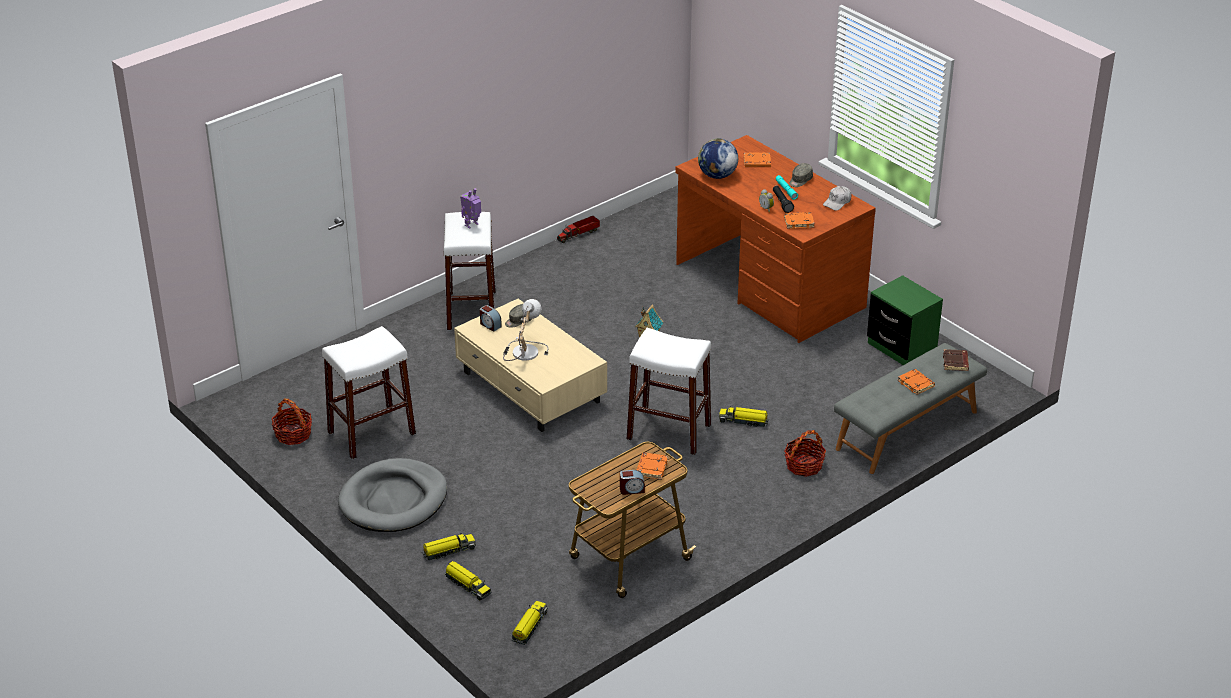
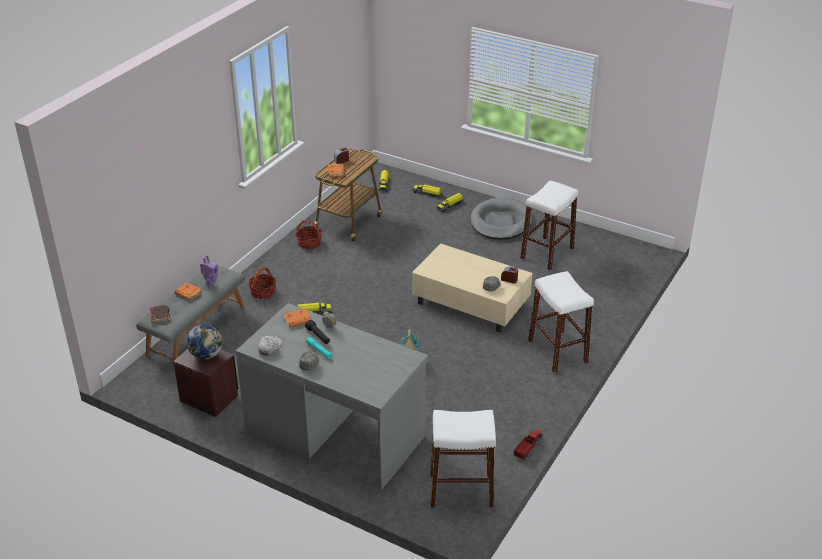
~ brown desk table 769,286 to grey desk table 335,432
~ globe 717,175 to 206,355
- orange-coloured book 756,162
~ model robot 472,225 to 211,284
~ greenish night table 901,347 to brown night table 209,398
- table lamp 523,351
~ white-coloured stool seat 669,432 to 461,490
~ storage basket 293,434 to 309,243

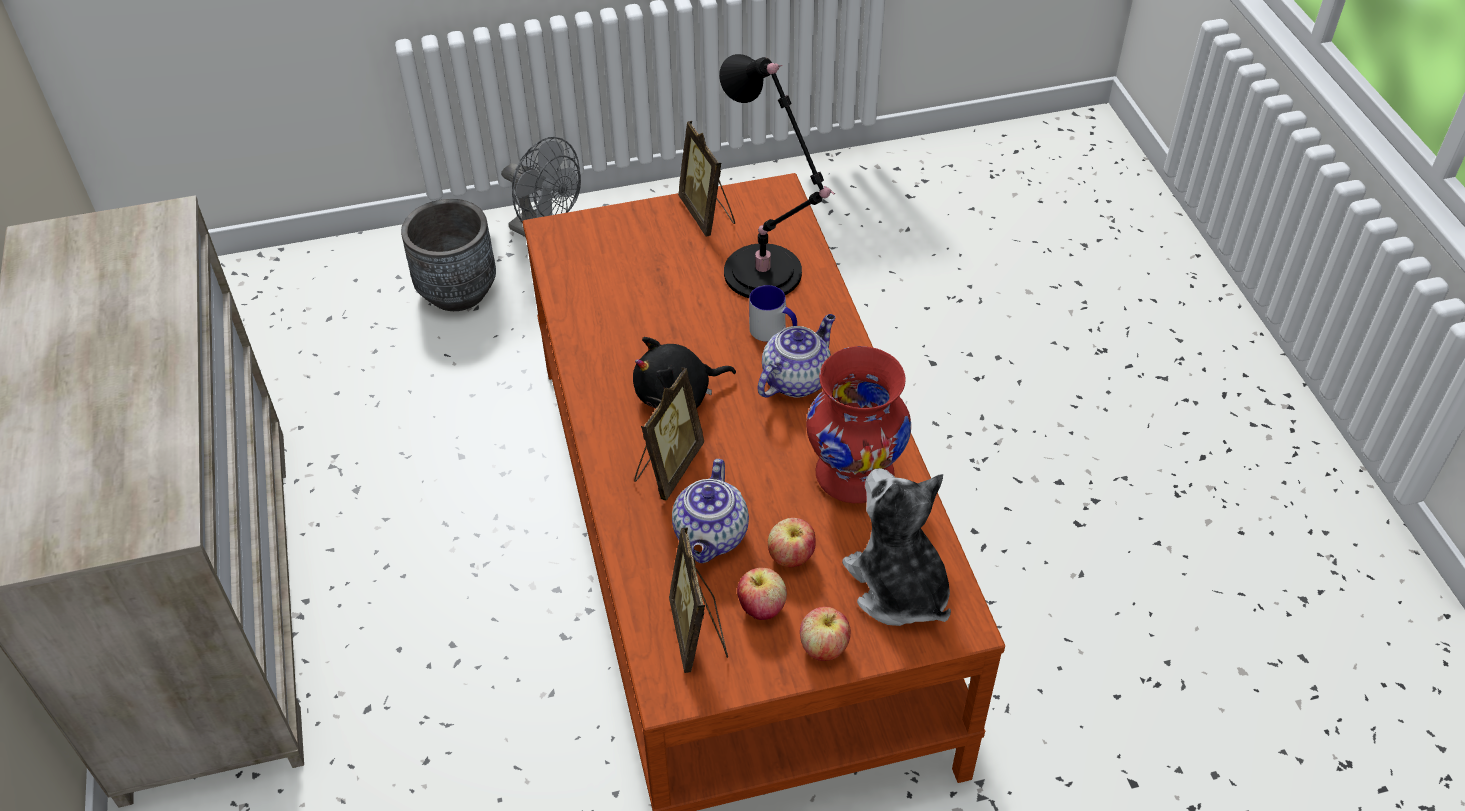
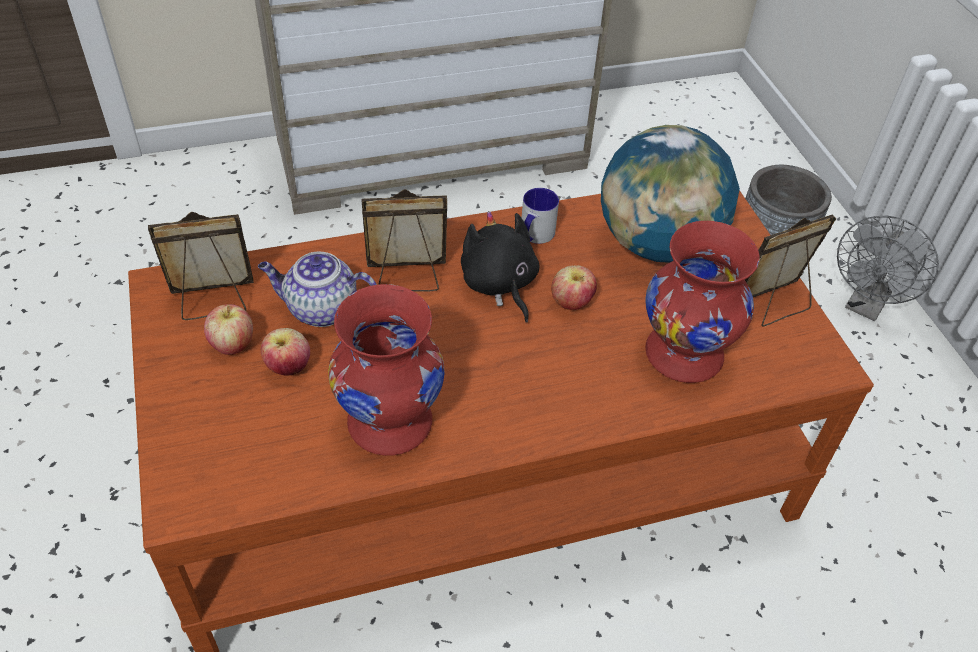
~ black table lamp 767,277 to red flower vase 682,354
~ mug 773,331 to 534,236
- pot for tea 796,379
~ photo frame 667,467 = 407,278 150 degrees clockwise
- soft toy 898,587
~ apple fruit 824,648 to 571,303
+ globe 657,244

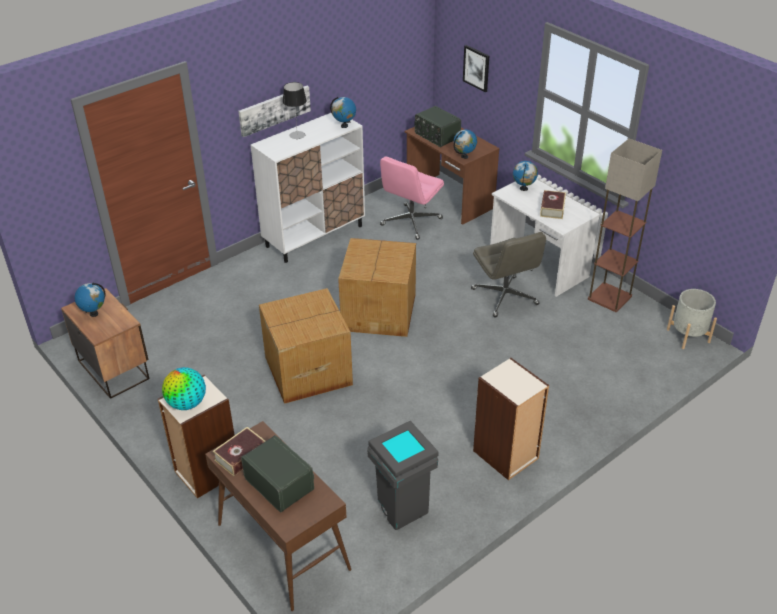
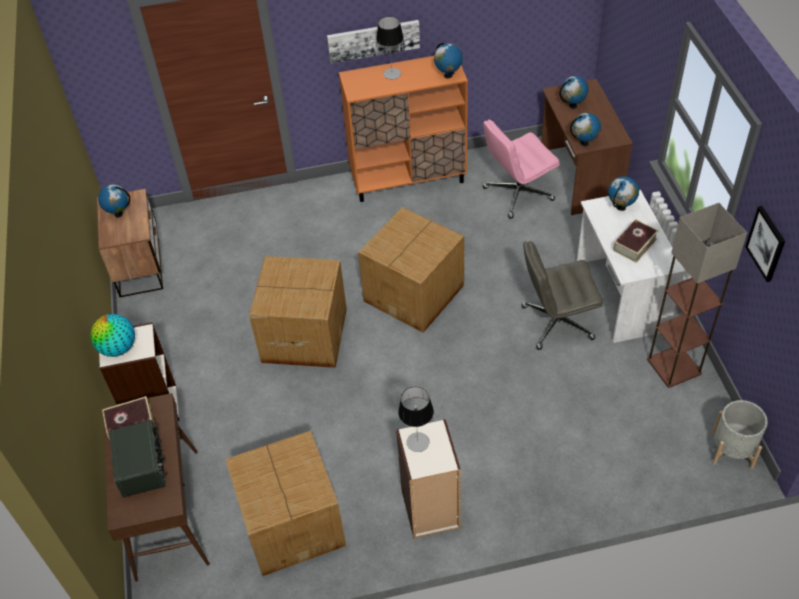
~ picture 476,68 to 766,243
~ radio receiver 436,136 to globe 572,106
~ white-coloured cupboard 314,236 to orange-coloured cupboard 408,179
~ grey office chair 505,297 = 556,323 75 degrees clockwise
~ grey waste bin 401,508 to packing box 293,522
+ table lamp 417,442

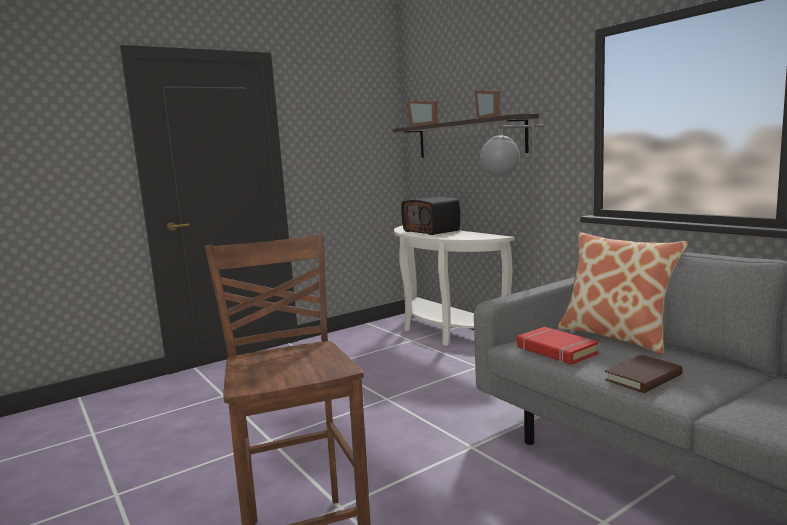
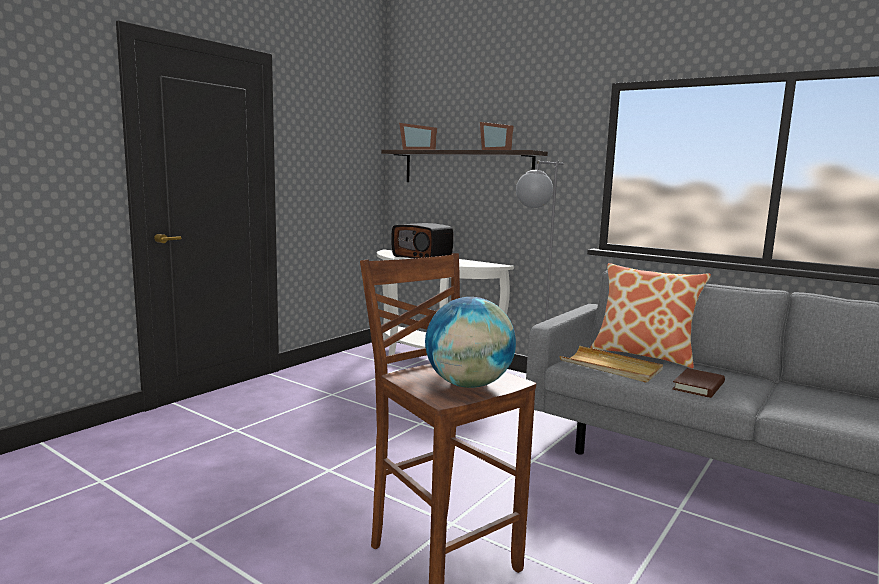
~ red book 556,351 to sand-coloured serving tray 611,367
+ globe 468,385

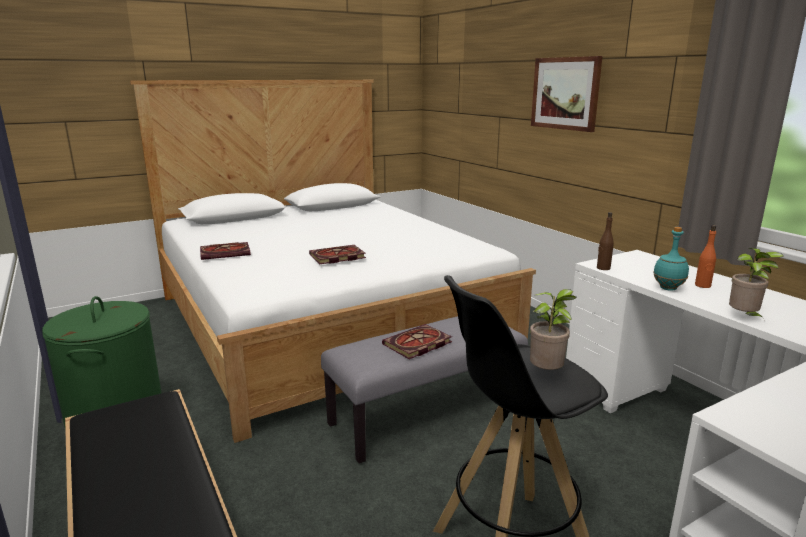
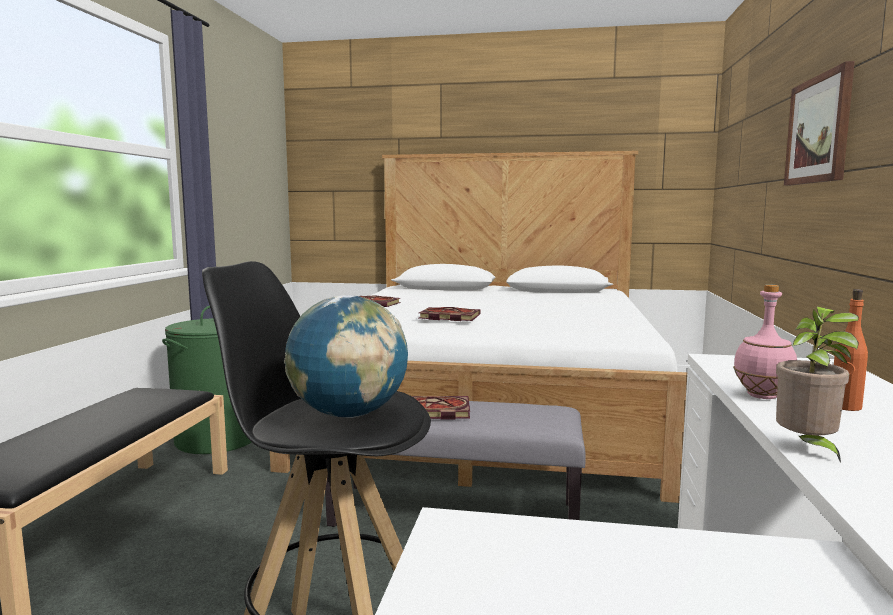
- brown bottle 603,268
~ turquoise-coloured bottle 667,288 to pink bottle 762,396
~ houseplant 547,374 to globe 348,414

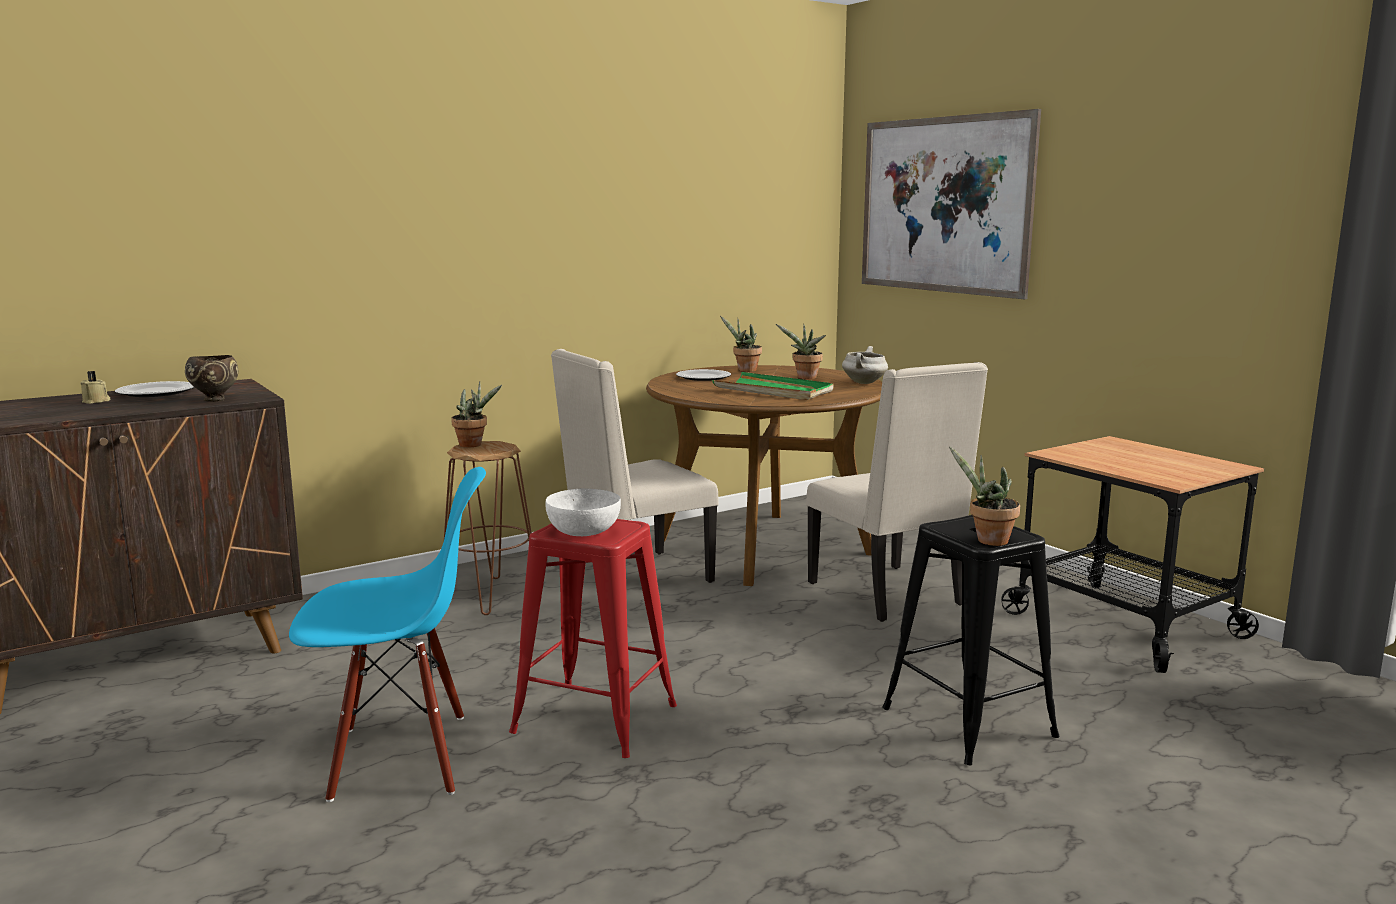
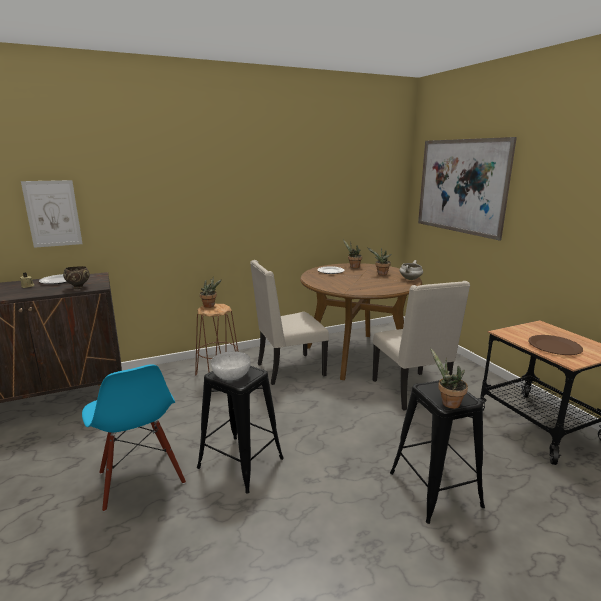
- greenish serving tray 773,391
~ bluish chair 400,757 = 140,478 60 degrees clockwise
~ red stool seat 596,719 to black stool seat 241,463
+ picture 53,213
+ brown plate 554,346

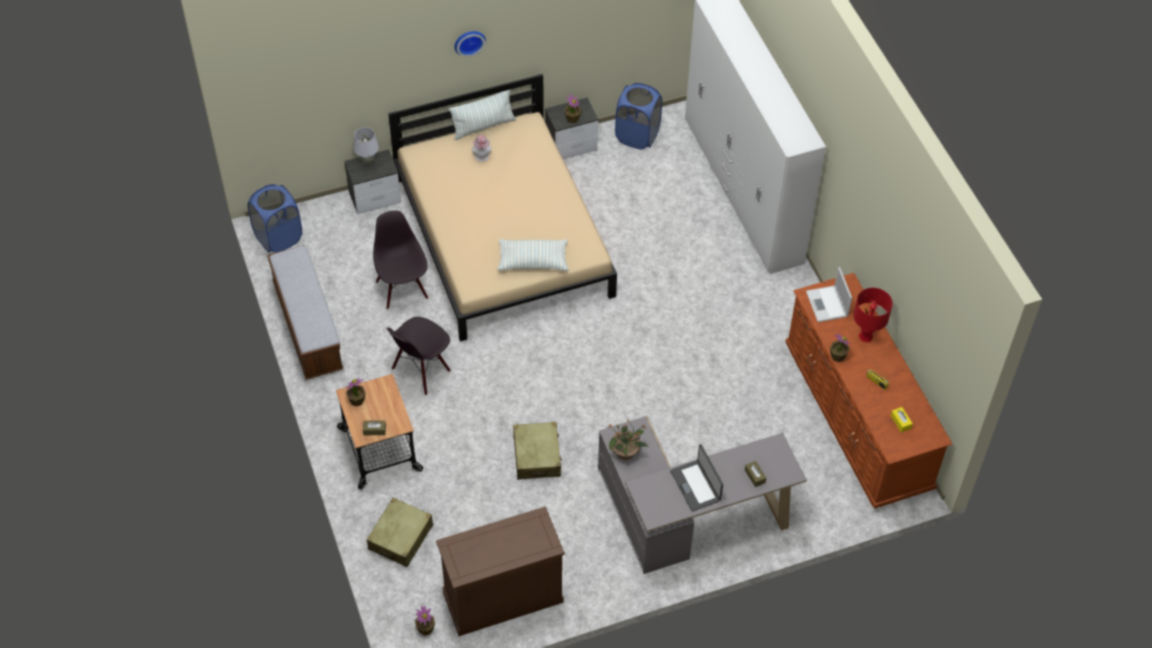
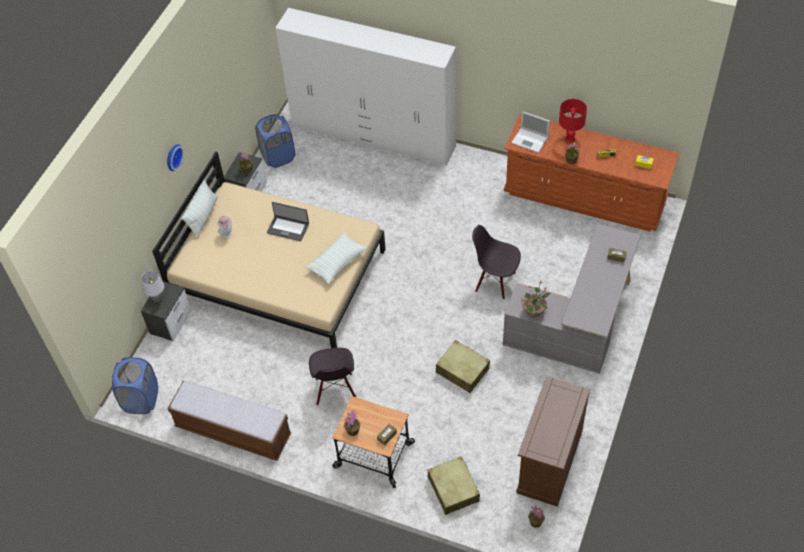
~ black chair 402,289 to 495,281
~ laptop 696,485 to 288,228

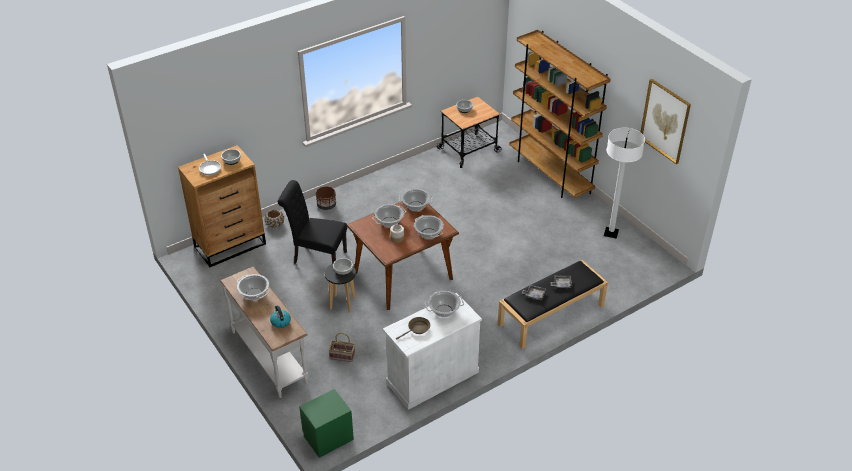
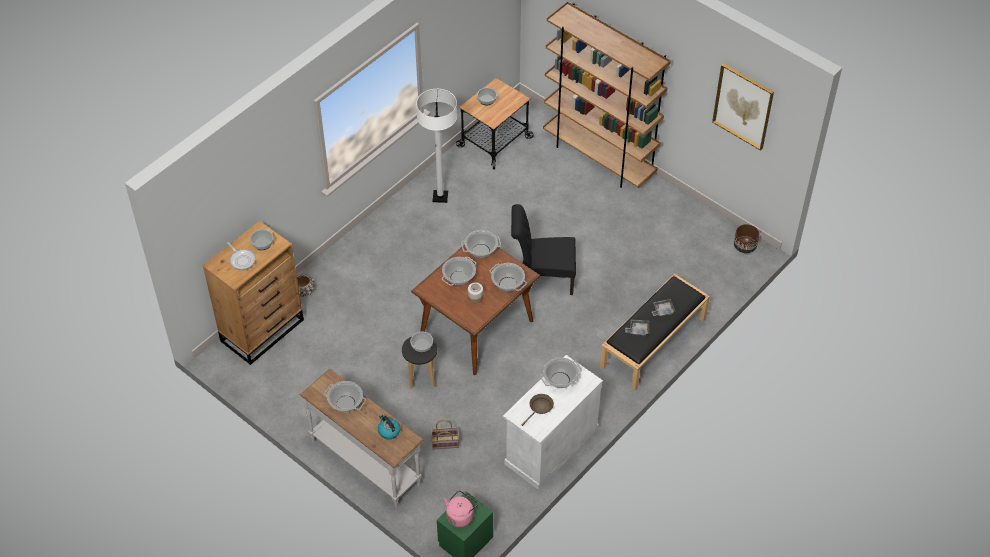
~ white-coloured standing lamp 611,233 to 440,197
~ black chair 316,257 to 542,279
~ brown plant pot 326,206 to 744,246
+ pink tea kettle 460,515

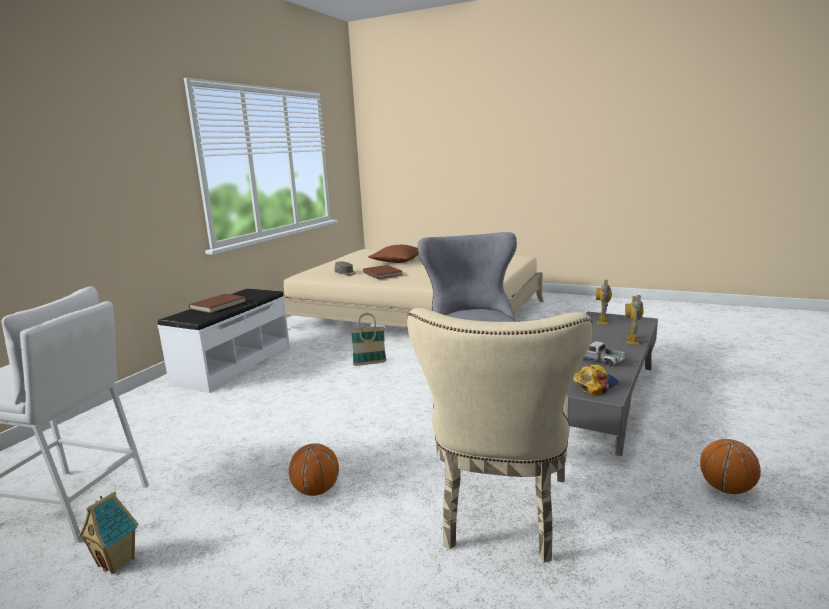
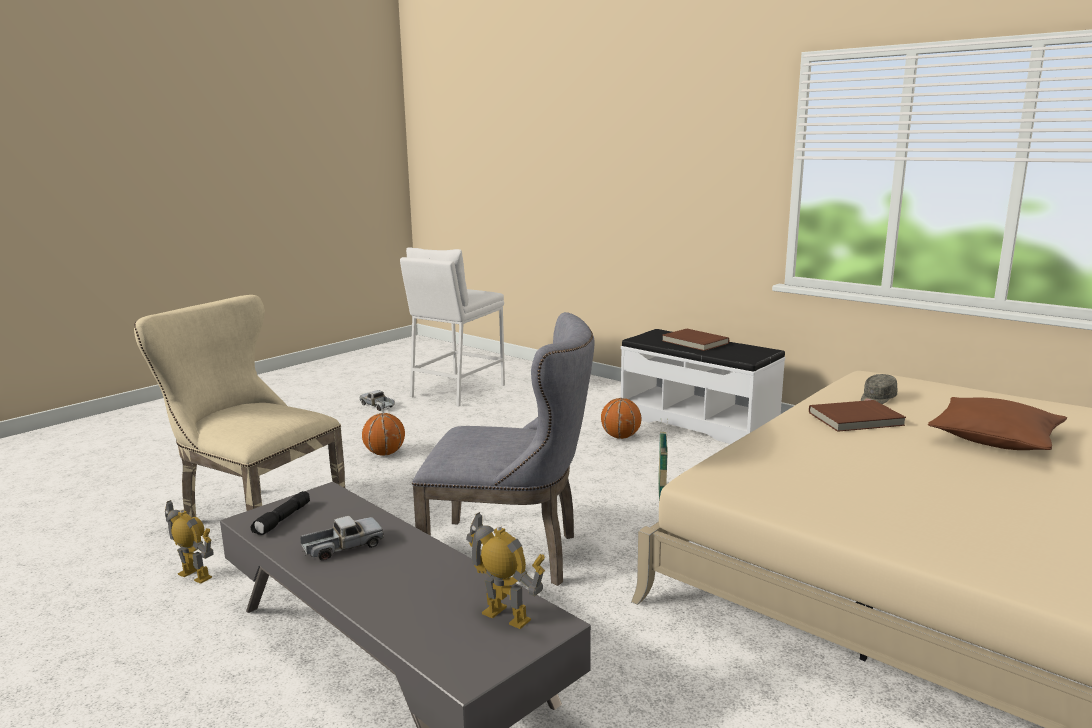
~ model robot 632,340 to 195,575
~ peaked cap 594,385 to black torch 283,520
~ ball for basketball 726,489 to 620,437
~ model house 117,561 to model truck 378,406

